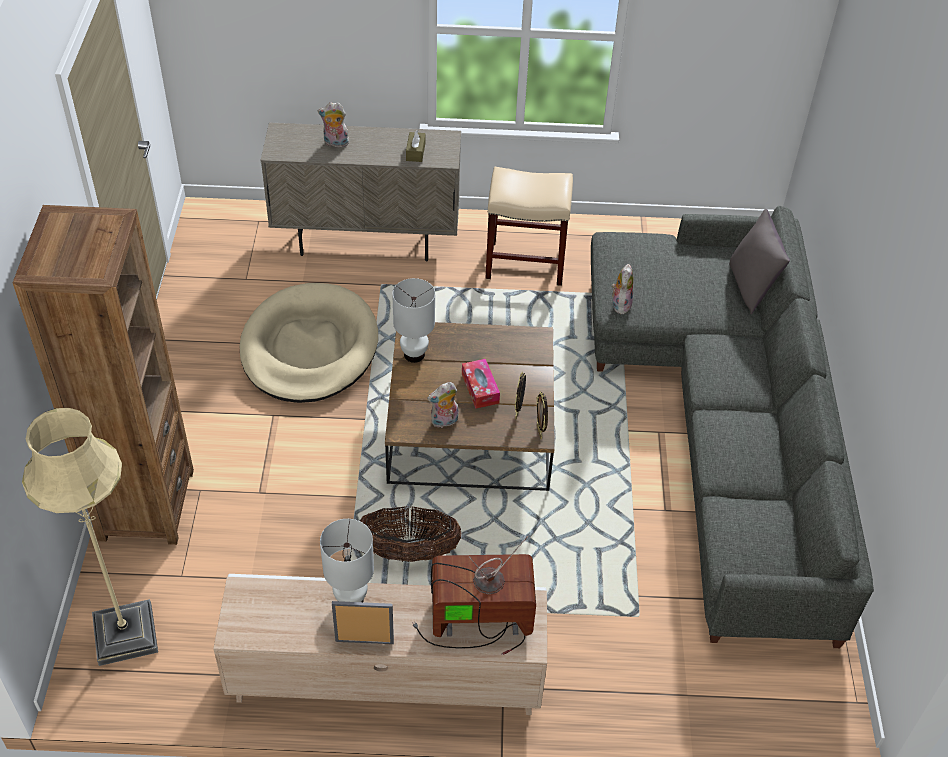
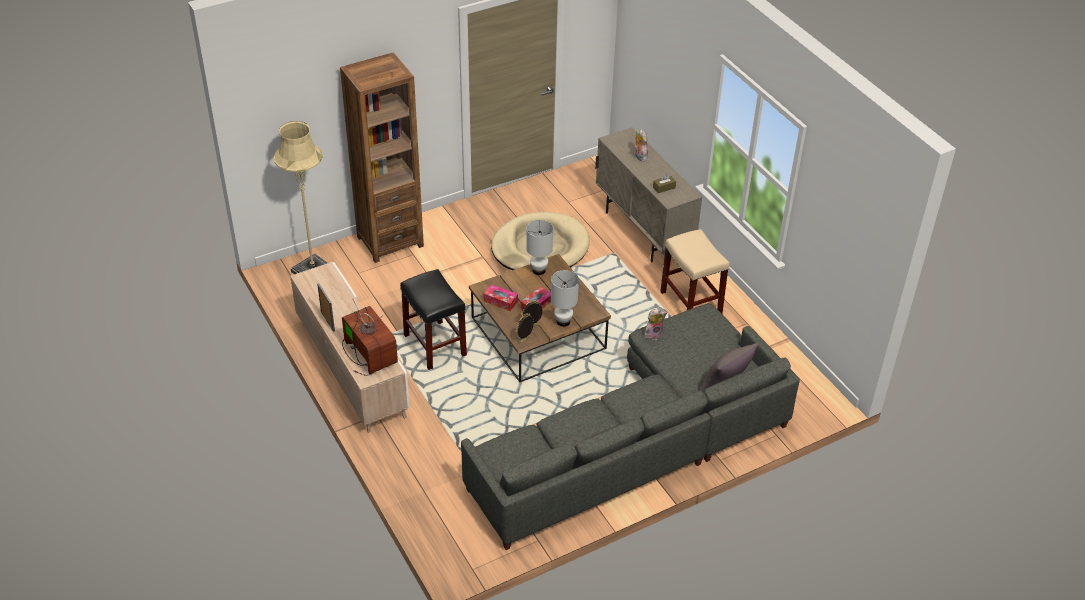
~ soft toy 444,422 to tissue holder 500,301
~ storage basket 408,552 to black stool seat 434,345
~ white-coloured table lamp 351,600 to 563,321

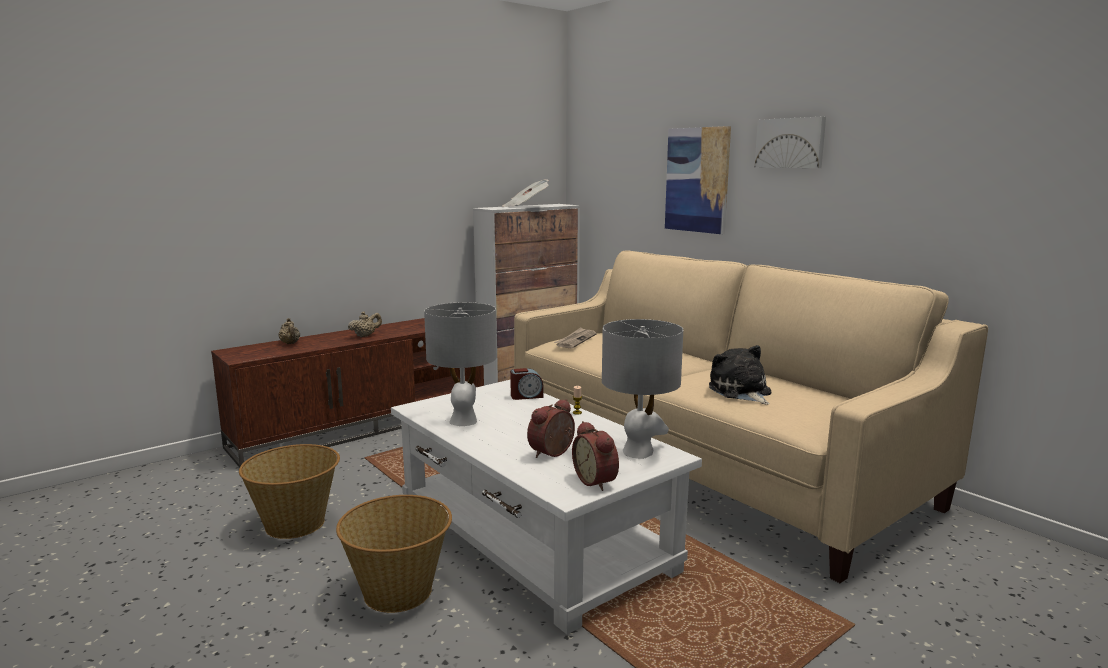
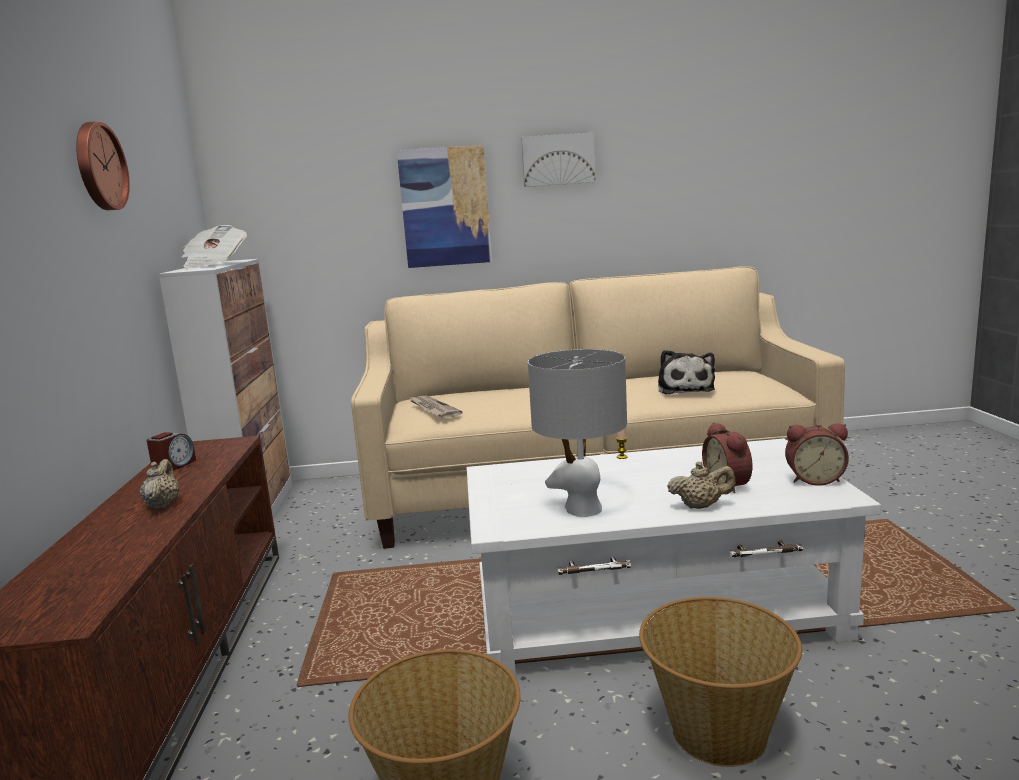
~ sand-coloured pot for tea 290,343 to 701,506
- grey table lamp 638,452
~ soft toy 741,392 = 685,388 105 degrees counterclockwise
~ alarm clock 526,396 to 174,466
+ hanging clock 98,166

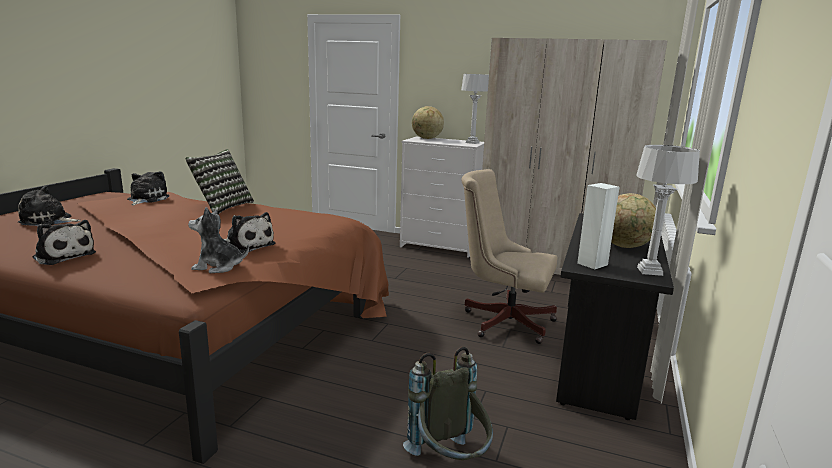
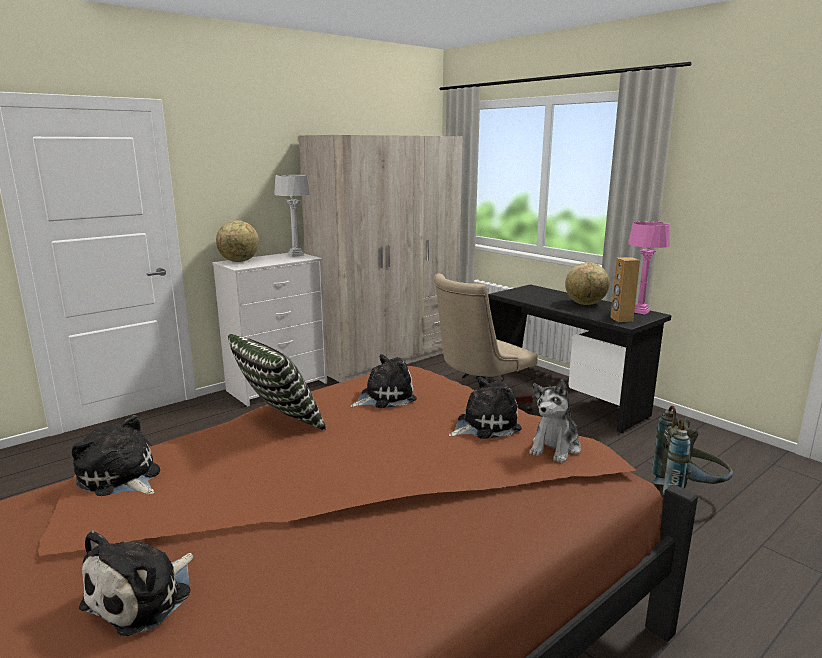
~ grey table lamp 650,271 to pink table lamp 640,311
~ white-coloured loudspeaker 592,264 to brown loudspeaker 621,319
~ soft toy 63,255 to 384,397

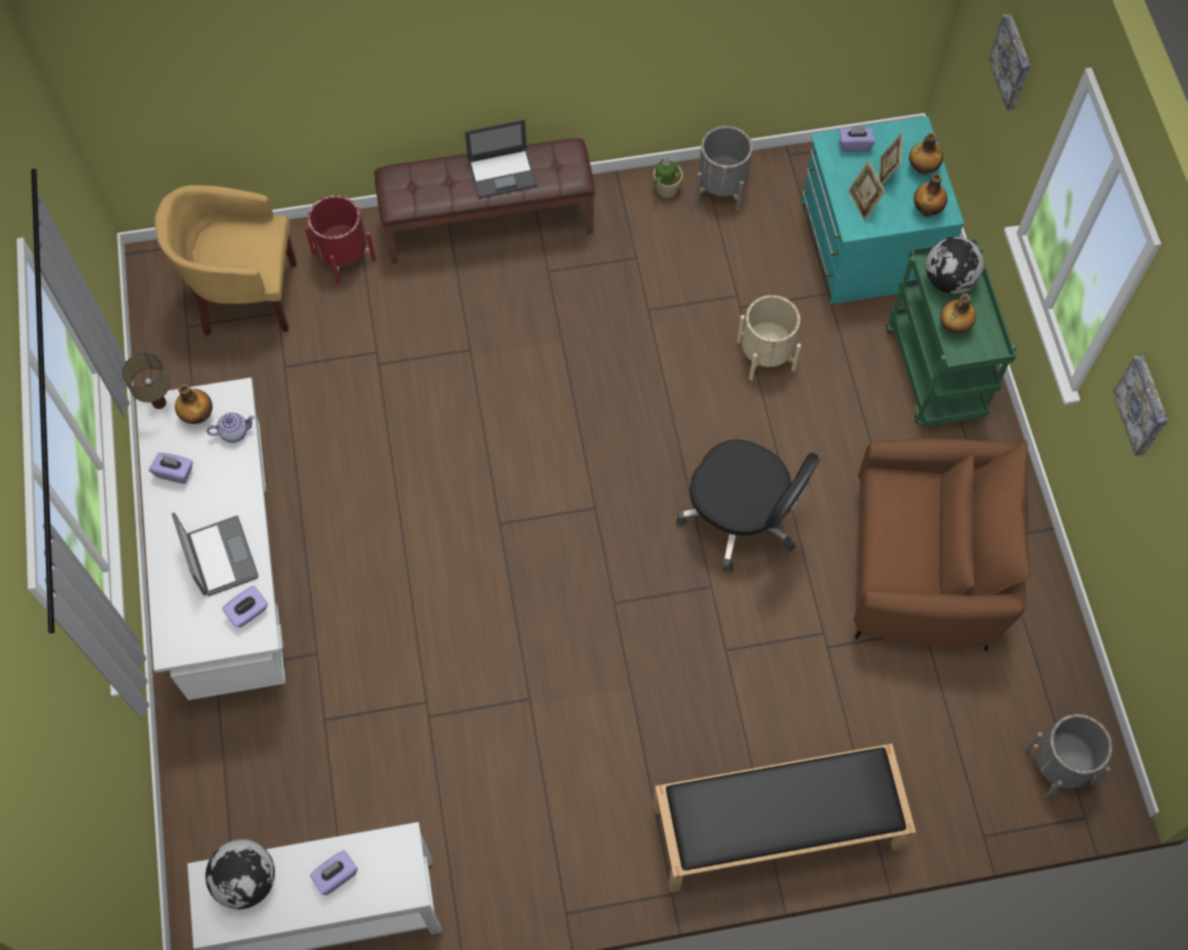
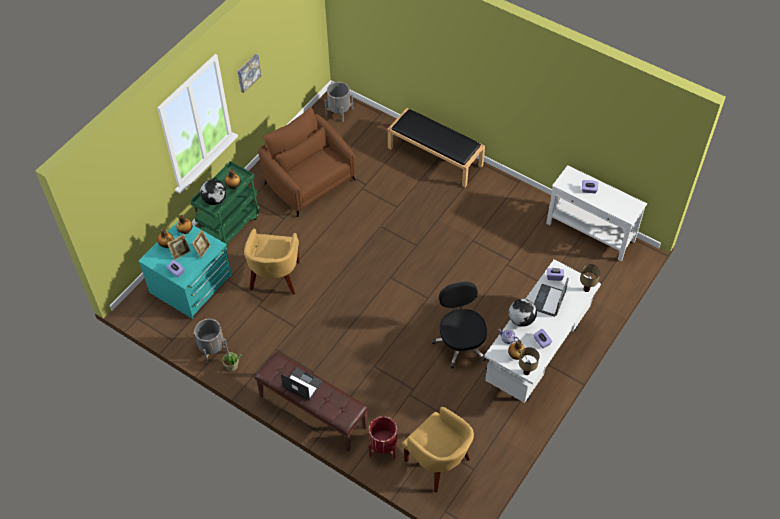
- picture 1013,61
~ sand-coloured plant pot 765,355 to yellow-coloured armchair 275,278
~ black office chair 741,519 to 460,343
~ globe 247,881 to 521,319
+ table lamp 587,289

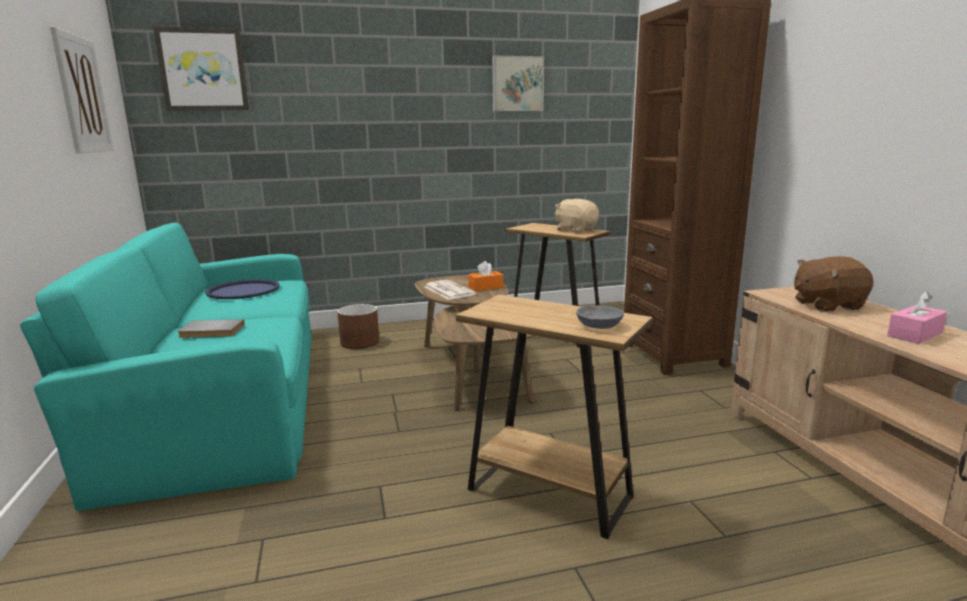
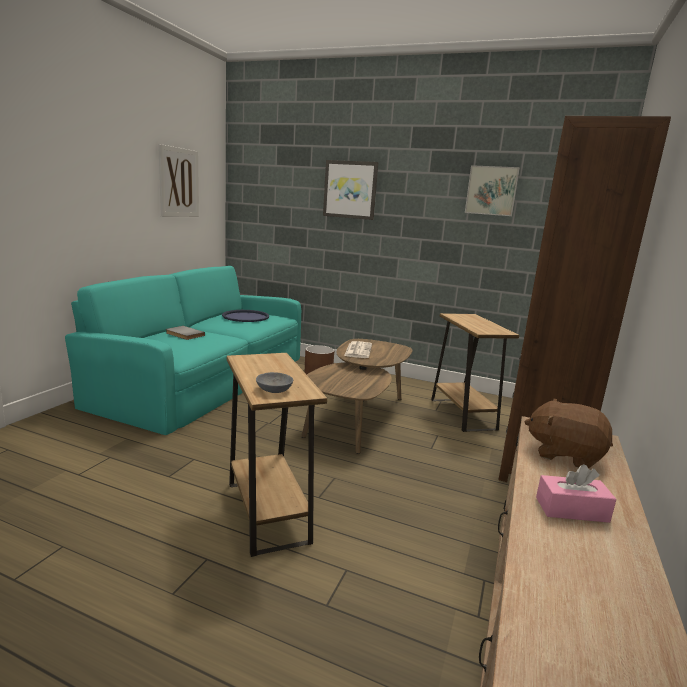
~ picture 203,70 to 350,189
- sand-coloured soft toy 575,230
- orange-coloured tissue holder 486,287

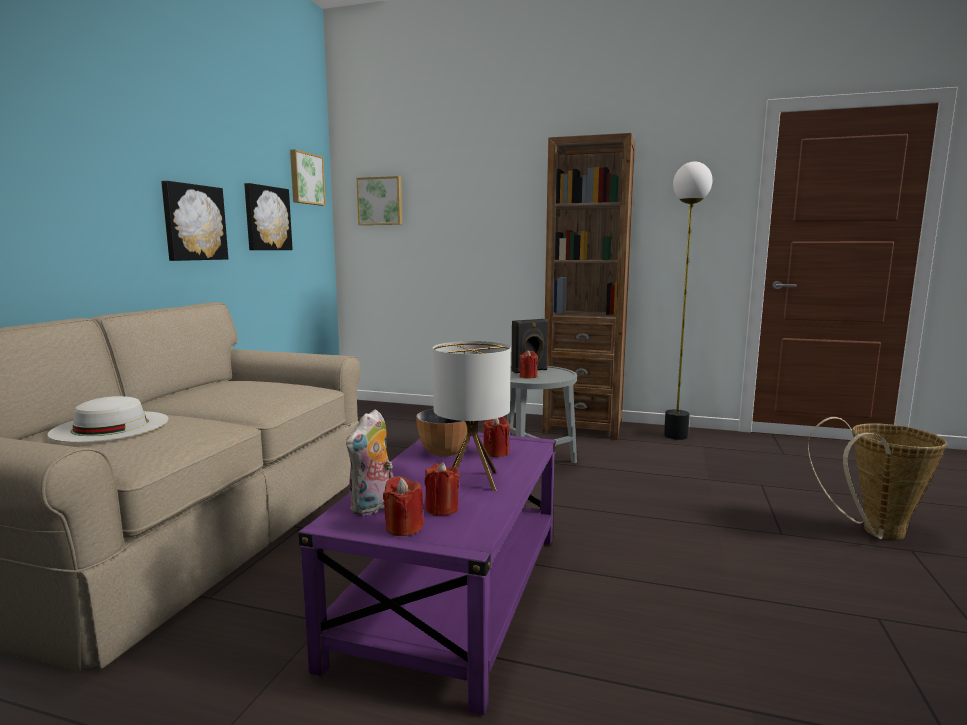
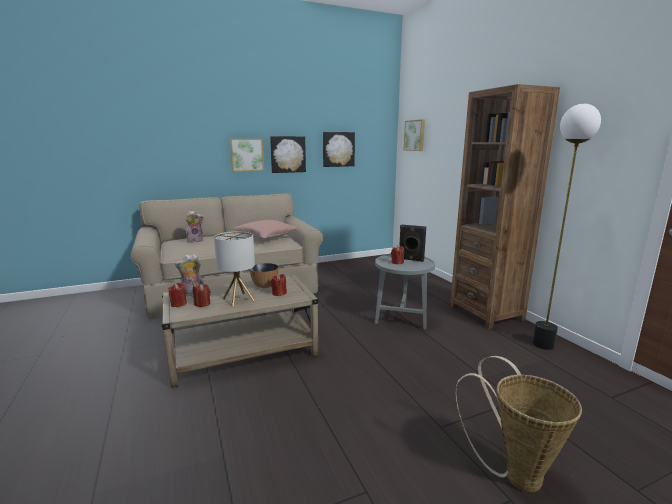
~ picture 306,178 to 247,154
~ white-coloured clothing hat 110,426 to soft toy 195,240
~ purple coffee table 453,595 to sand-coloured coffee table 243,352
+ pink throw pillow 266,237

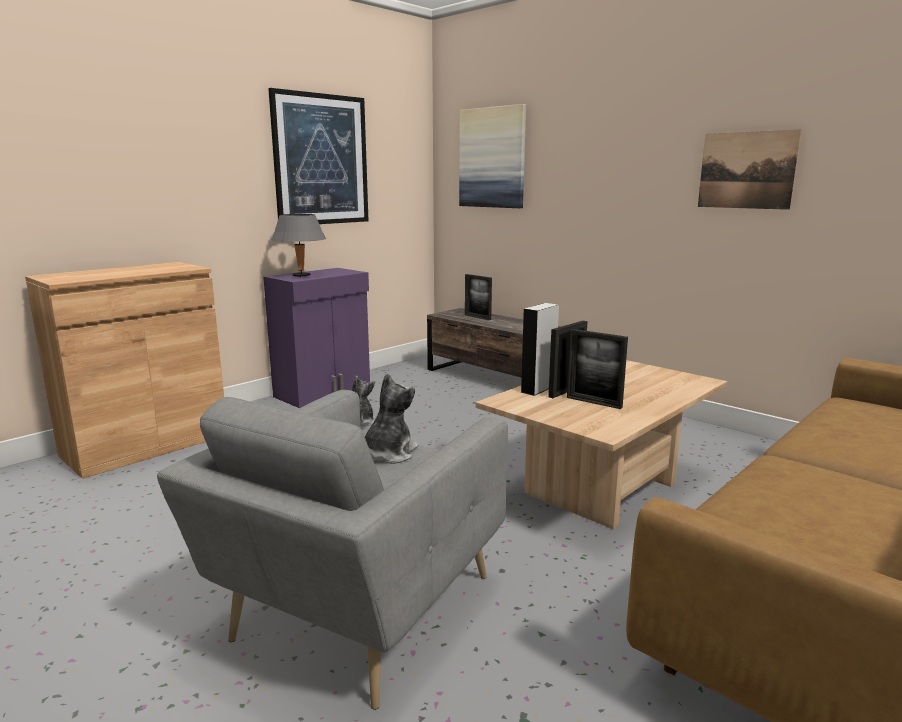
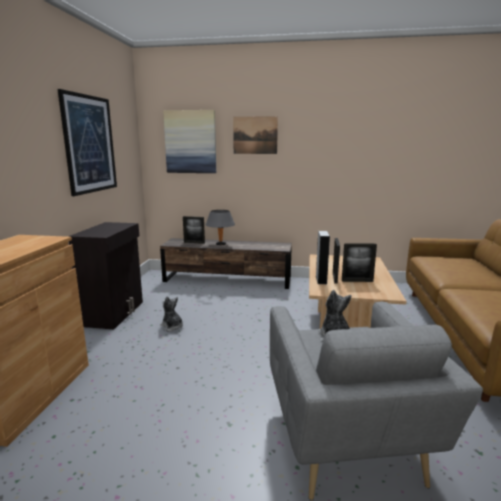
~ picture 746,170 to 255,135
~ grey table lamp 301,276 to 220,244
~ purple cupboard 324,392 to black cupboard 115,313

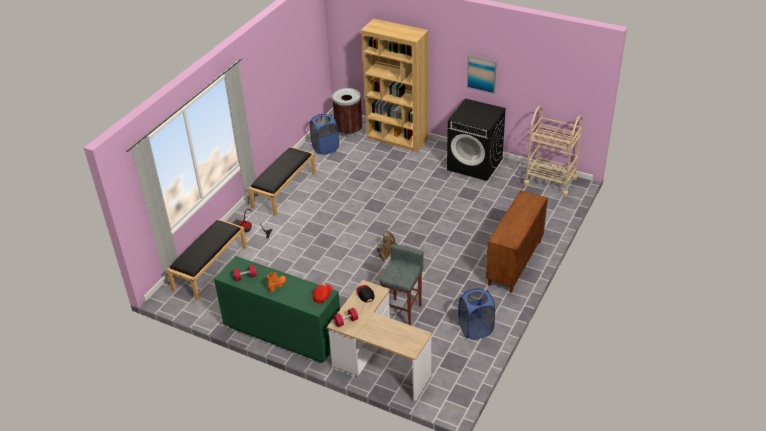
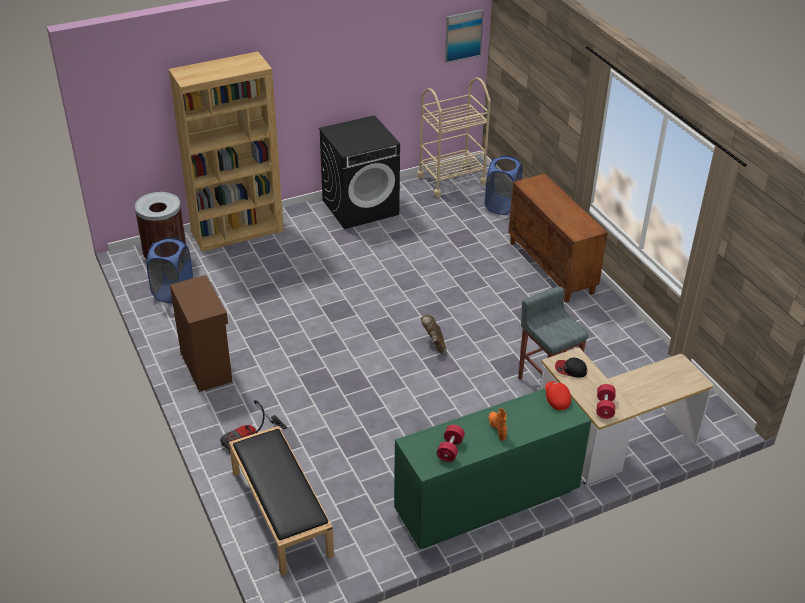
~ picture 481,74 to 463,35
~ black indoor bench 284,189 to brown cupboard 207,366
~ bluish laundry basket 475,329 to 501,206

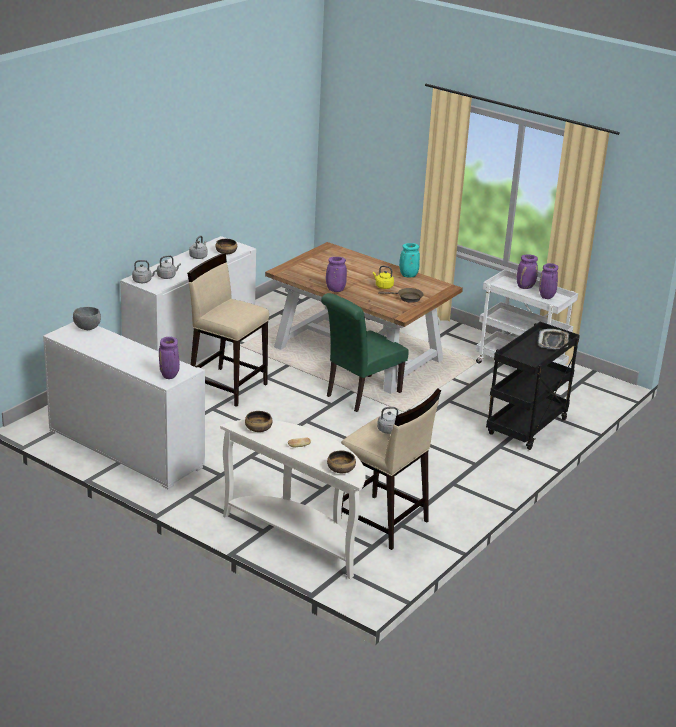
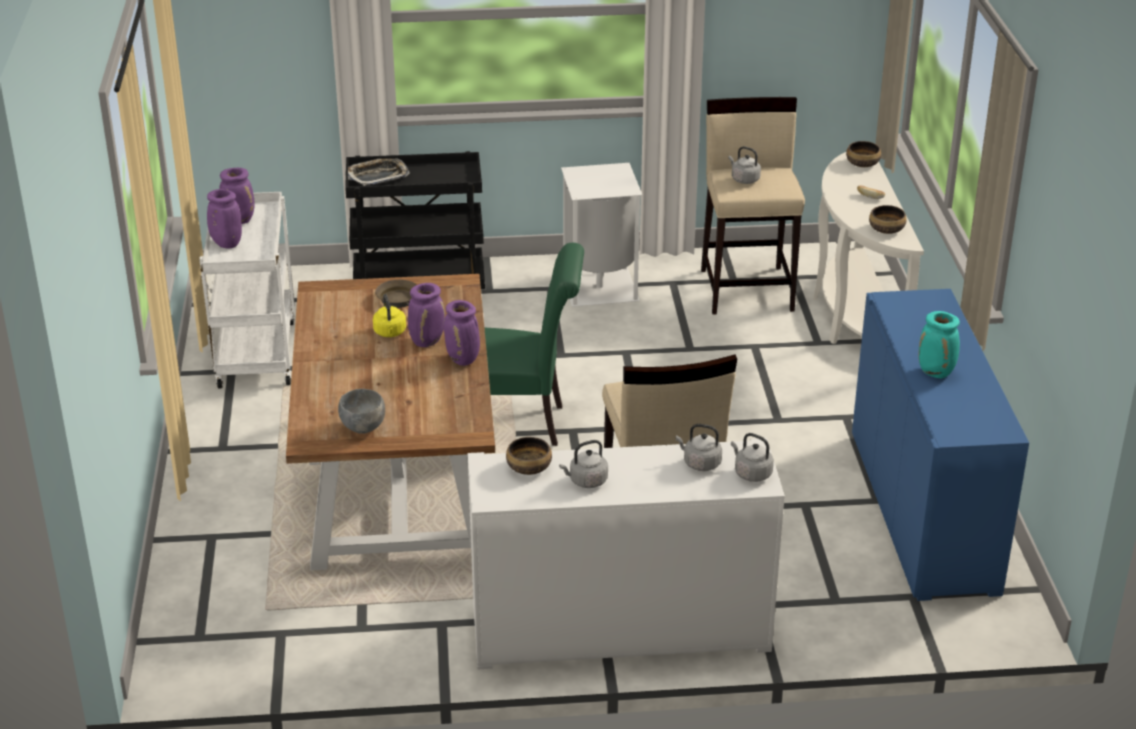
~ turquoise-coloured flower vase 408,276 to 936,373
~ grey serving bowl 87,328 to 363,427
~ white-coloured cupboard 125,448 to bluish cupboard 922,511
~ purple flower vase 169,376 to 427,341
+ white-coloured waste bin 598,286

